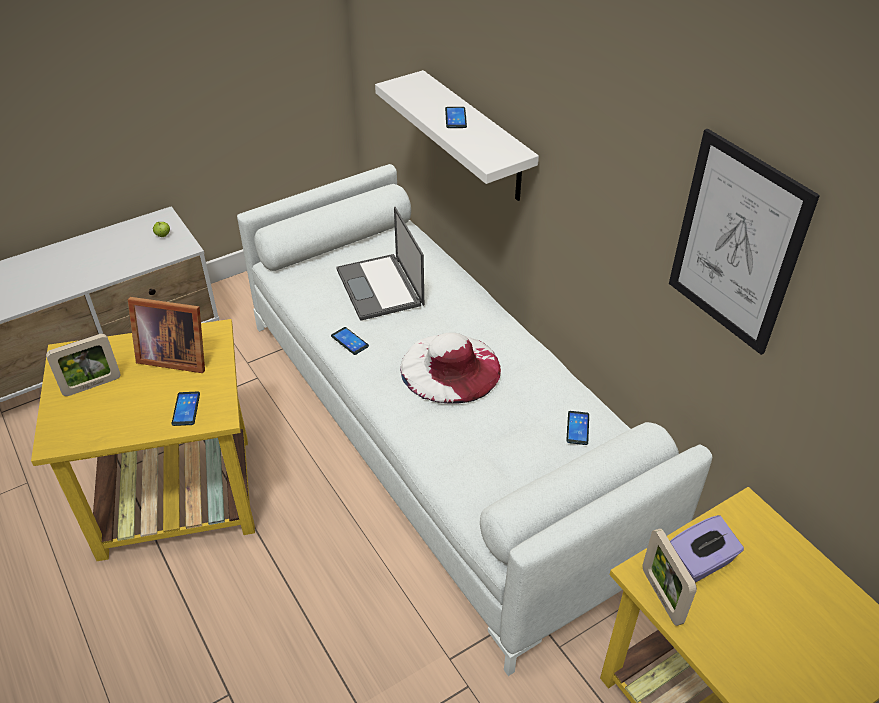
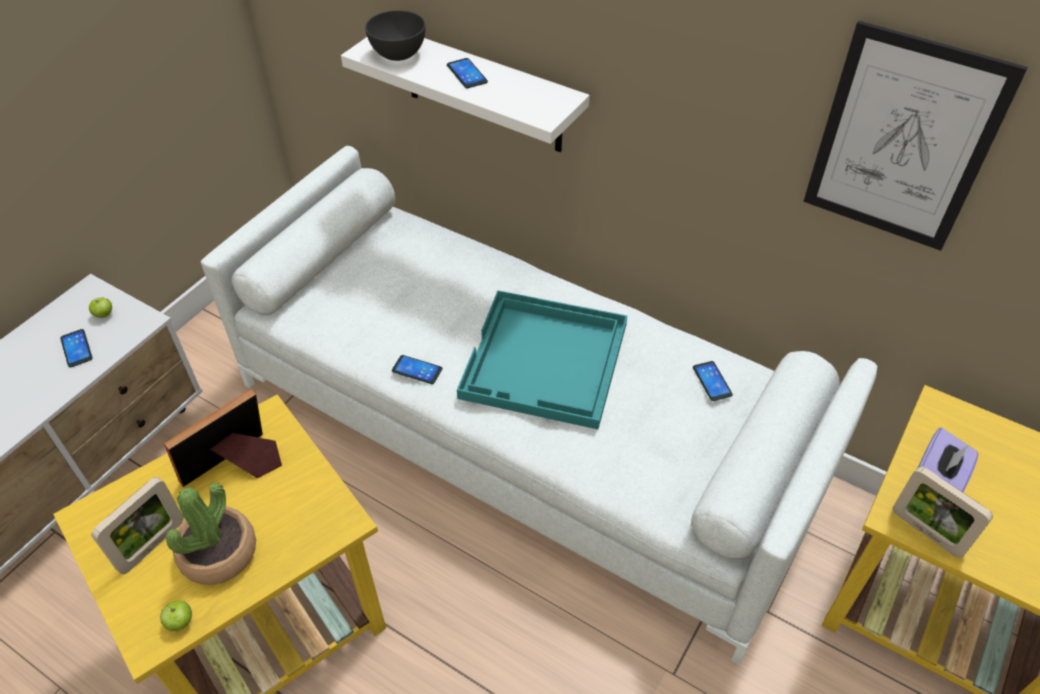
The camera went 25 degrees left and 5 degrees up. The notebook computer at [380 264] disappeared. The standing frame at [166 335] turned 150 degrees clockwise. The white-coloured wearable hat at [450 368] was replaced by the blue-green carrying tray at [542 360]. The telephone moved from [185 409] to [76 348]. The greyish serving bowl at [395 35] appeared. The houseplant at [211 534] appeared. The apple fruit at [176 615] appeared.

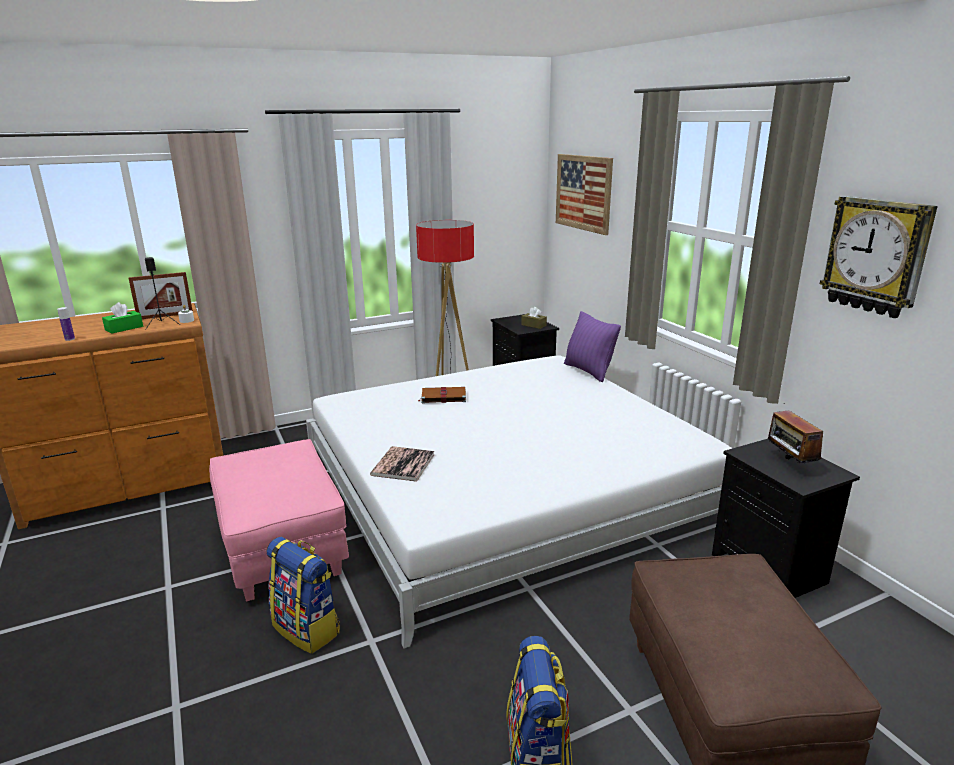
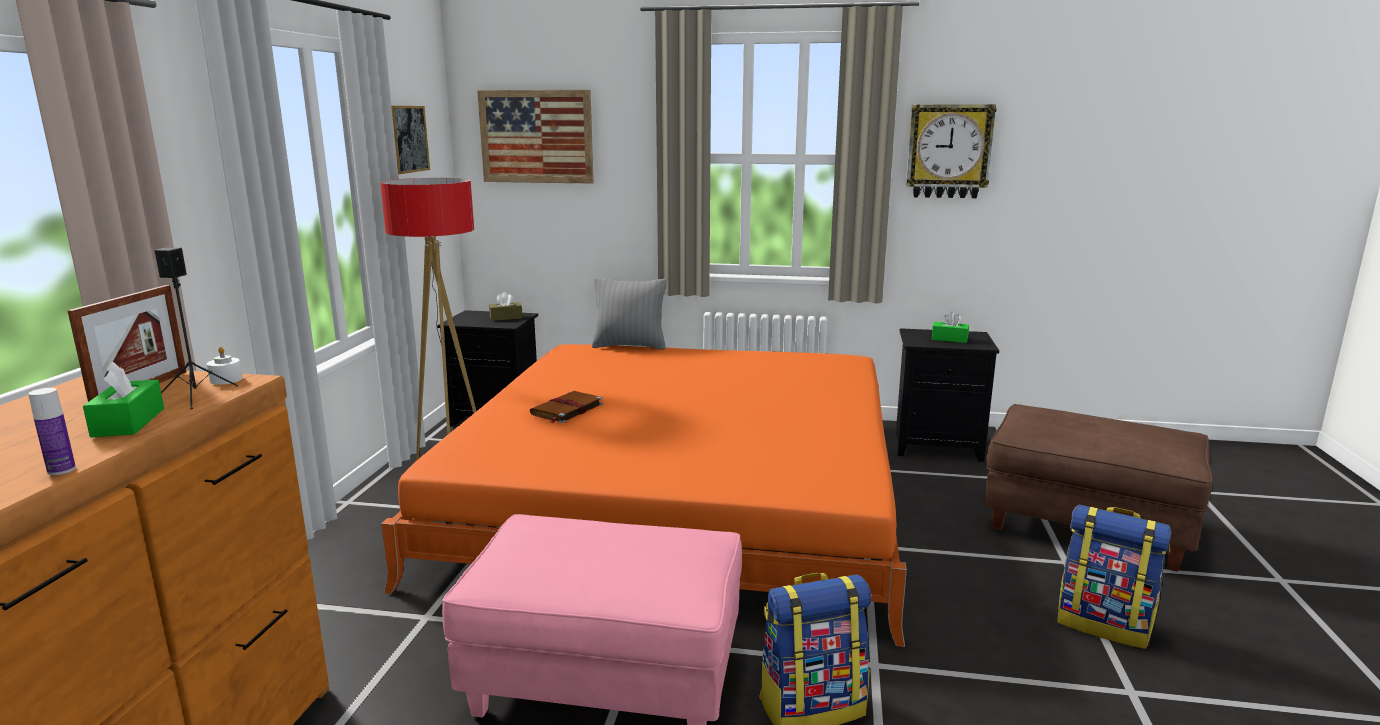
The camera went 55 degrees left and 5 degrees down. The purplish pillow at [592 346] became the greyish pillow at [629 314]. The white-coloured sleeping bed at [519 502] became the orangey sleeping bed at [644 495]. The radio receiver at [795 433] was replaced by the green-coloured tissue holder at [950 327]. The volume at [402 464] disappeared. The picture at [410 140] appeared.

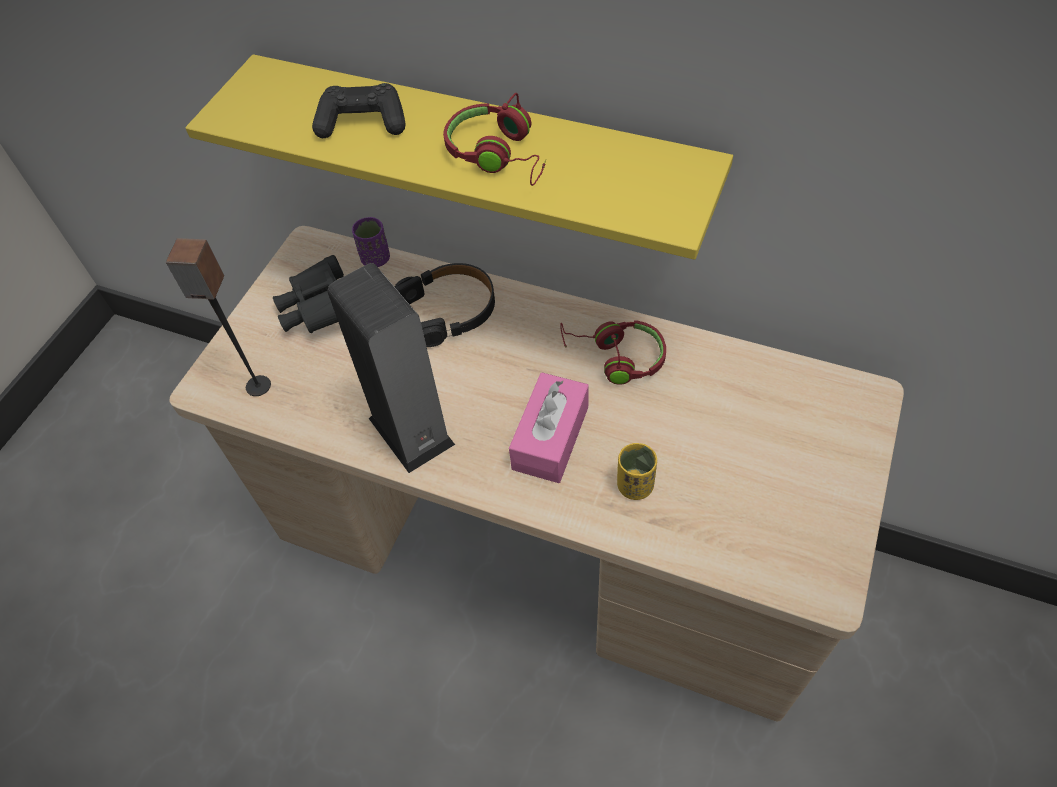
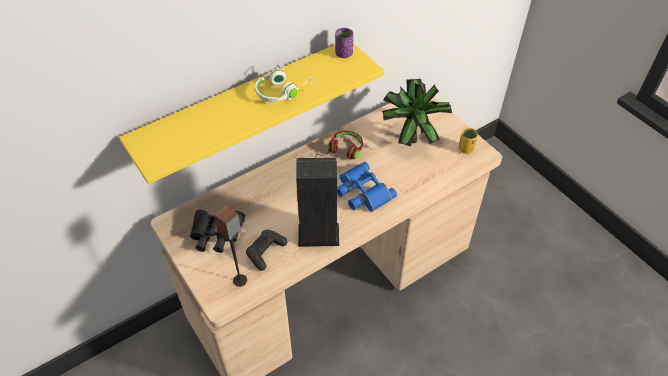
The camera went 60 degrees left and 5 degrees down. The blackish joypad moved from [359 110] to [266 250]. The reddish headset at [494 139] became the white-coloured headset at [286 82]. The purplish small cup moved from [371 242] to [344 43]. The blackish headset at [445 305] disappeared. The pink tissue holder at [549 428] was replaced by the blue-coloured pair of binoculars at [367 187]. The yellow small cup moved from [637 471] to [468 141]. The houseplant at [417 113] appeared.

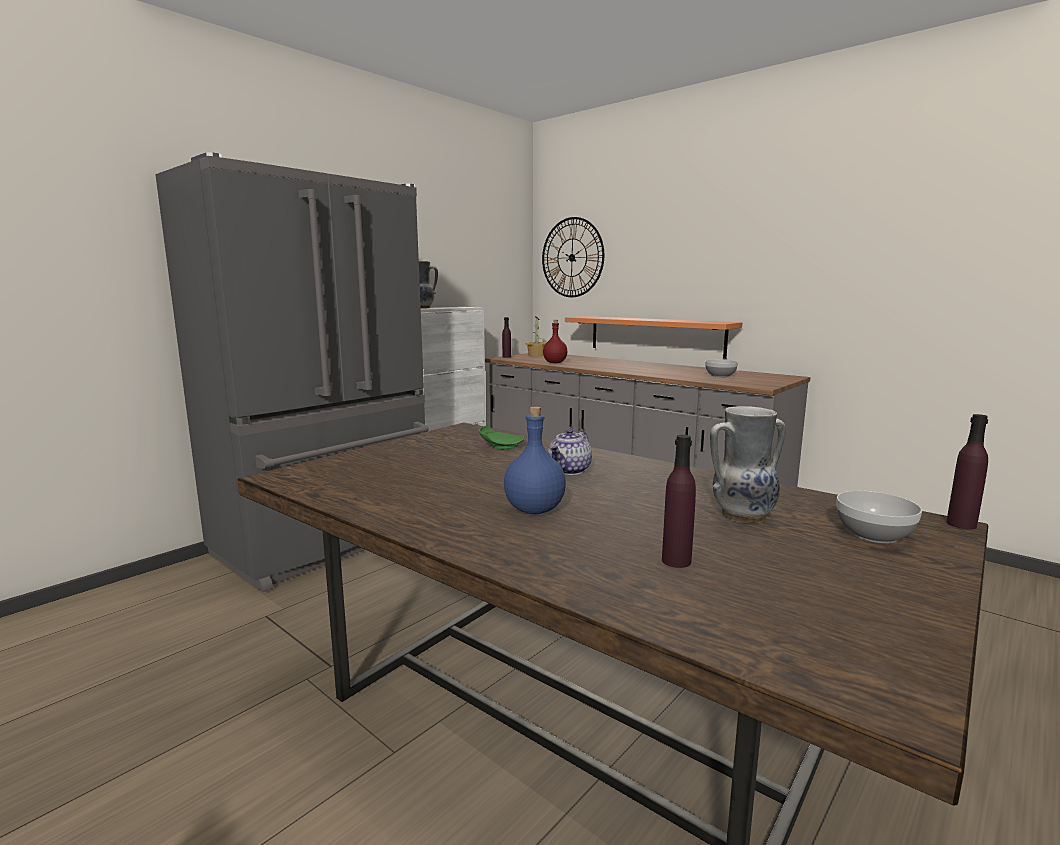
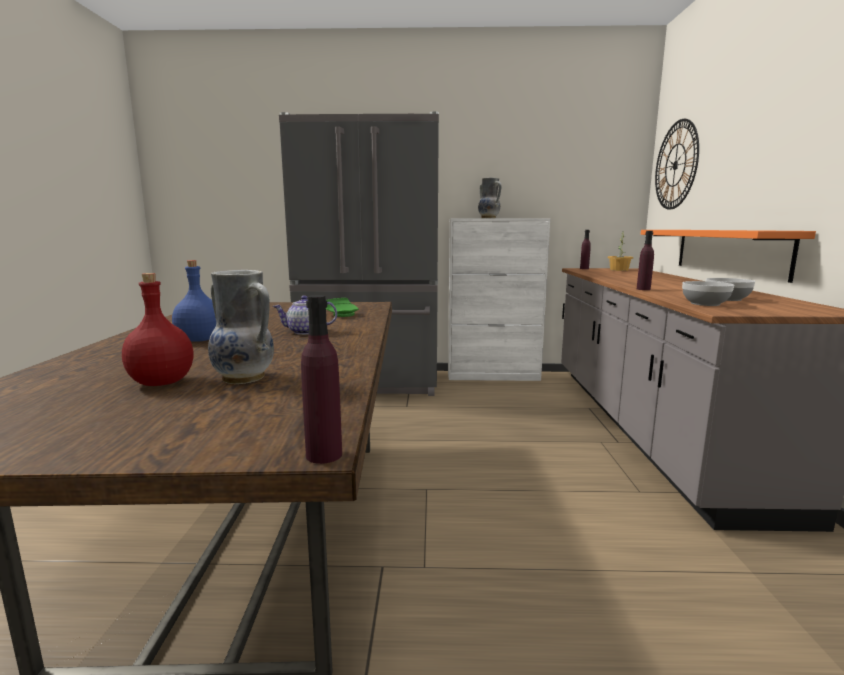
The camera went 50 degrees right and 0 degrees up. The reddish drink bottle moved from [555 341] to [157 329]. The purplish drink bottle moved from [679 501] to [645 260]. The serving bowl moved from [879 517] to [708 293].

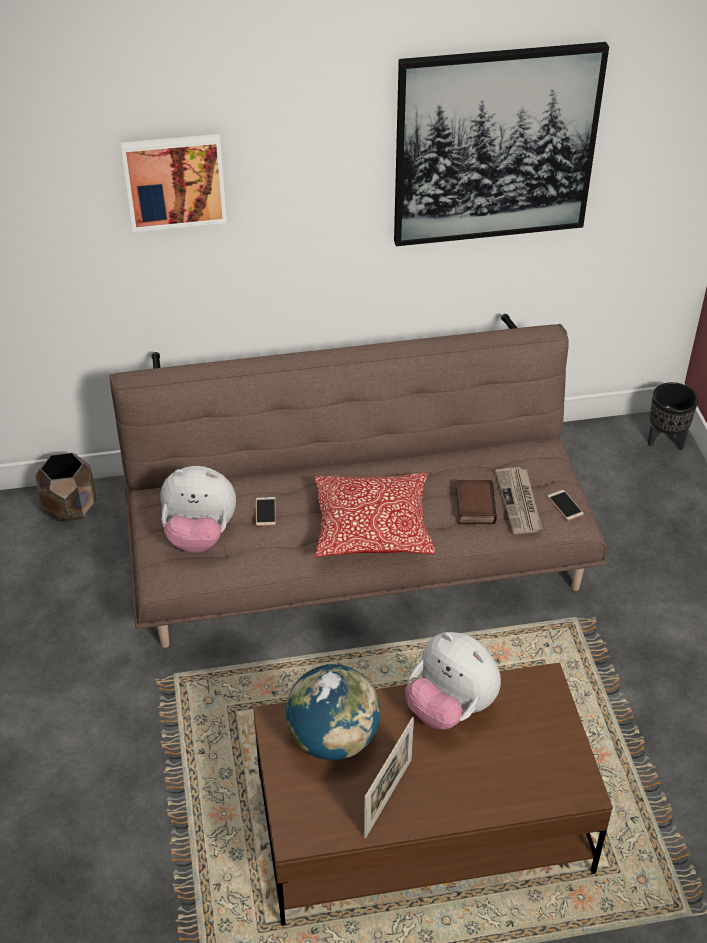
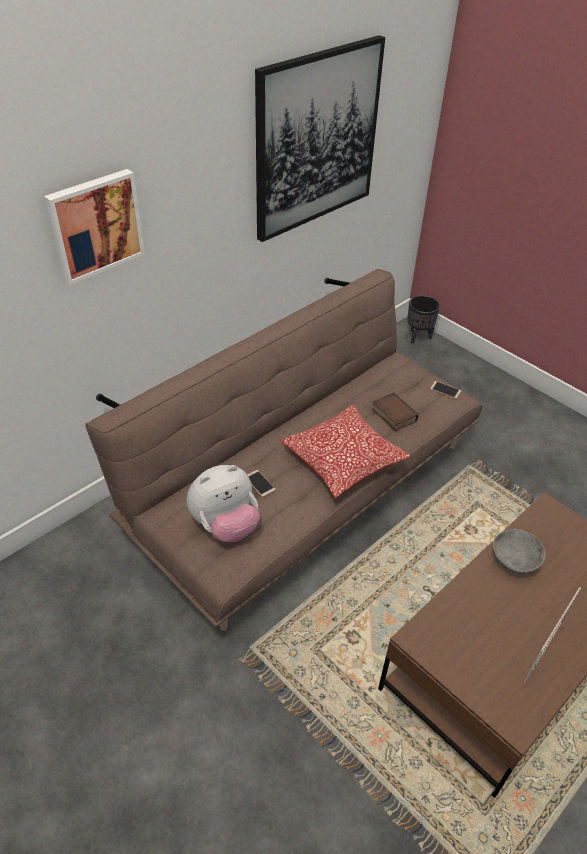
The camera went 35 degrees left and 0 degrees up. The brown-coloured plant pot at [65 487] disappeared. The printed paper at [518 500] disappeared. The plush toy at [453 680] was replaced by the greyish serving bowl at [519 551]. The globe at [333 712] disappeared. The standing frame at [389 777] turned 45 degrees clockwise.

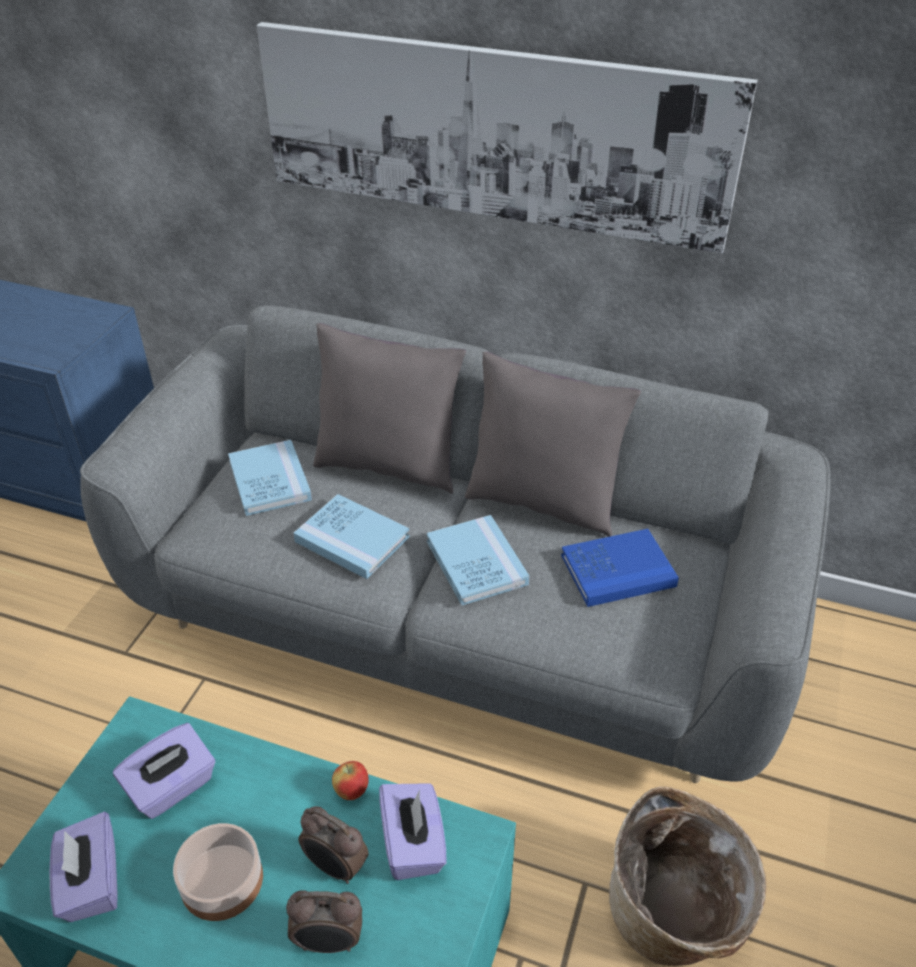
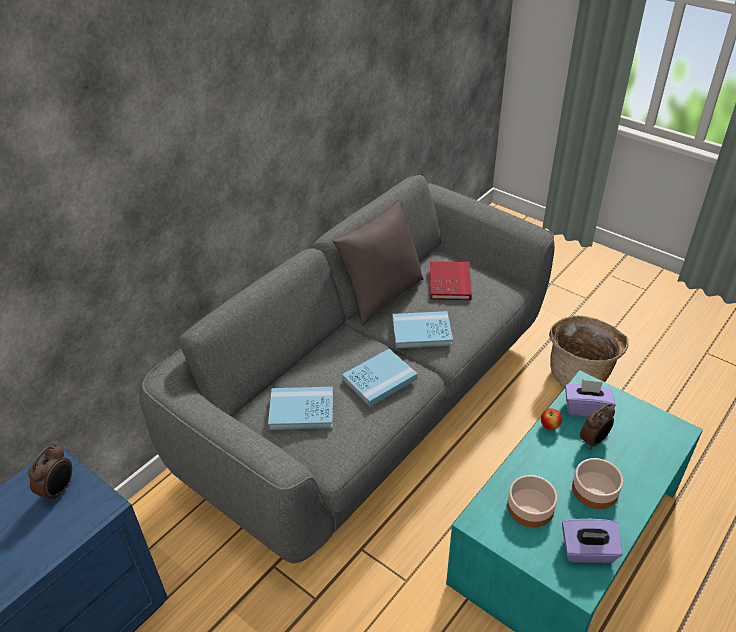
The camera went 70 degrees left and 0 degrees up. The picture at [507 138] disappeared. The greyish pillow at [389 408] disappeared. The blue-coloured volume at [620 568] became the reddish volume at [451 280]. The purplish tissue holder at [164 771] was replaced by the serving bowl at [532 501]. The bedside clock moved from [324 921] to [50 473].

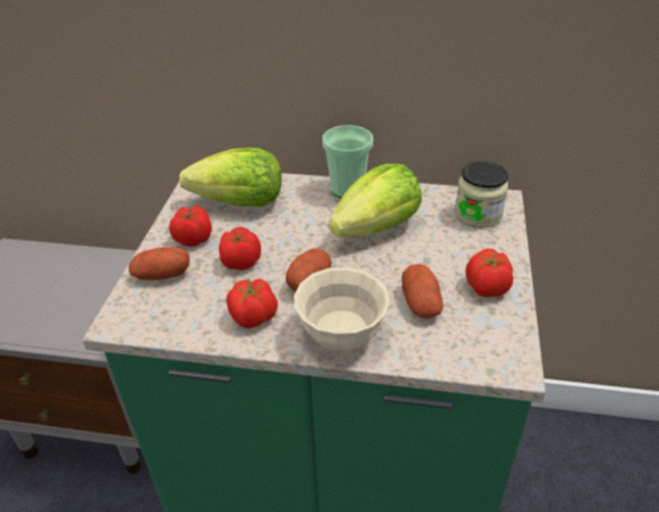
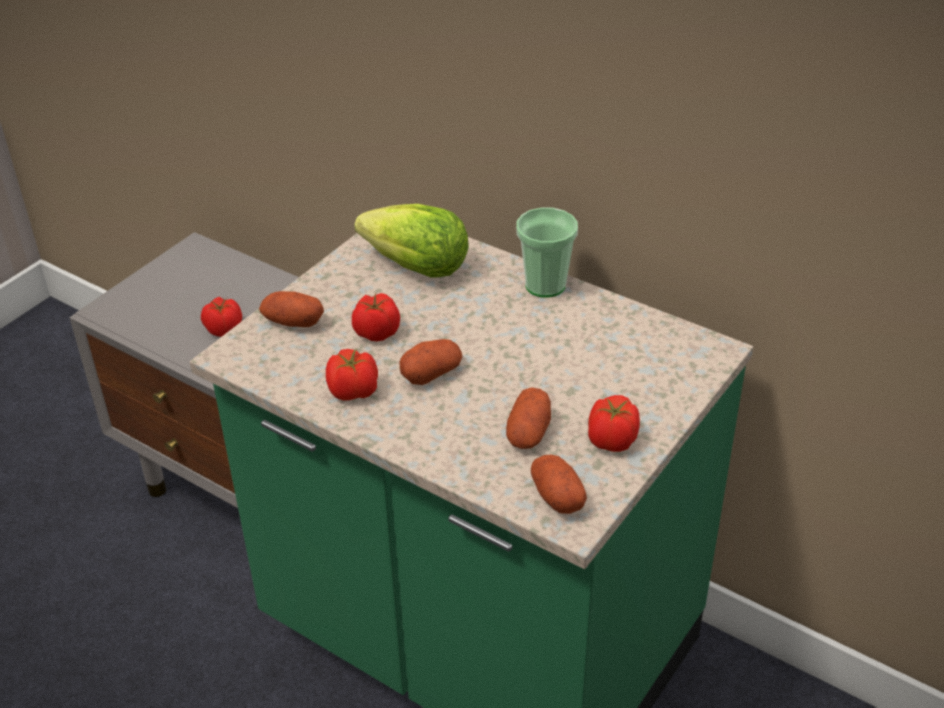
The camera went 25 degrees right and 0 degrees up. The jar at [481 194] disappeared. The lettuce at [375 200] disappeared. The fresh tomato moved from [190 226] to [221 317]. The beige-coloured serving bowl at [342 308] disappeared. The whole potato at [559 484] appeared.

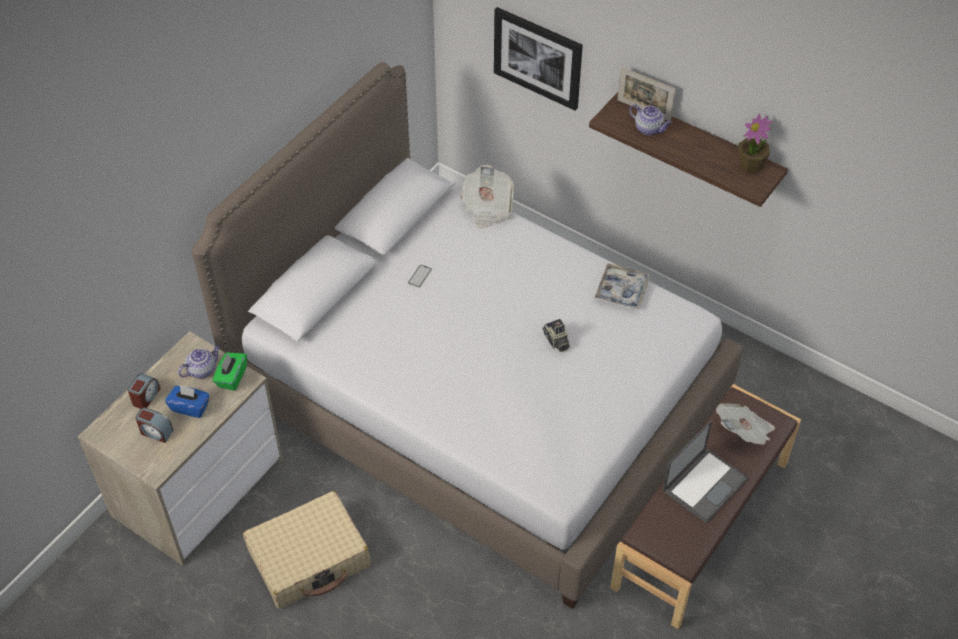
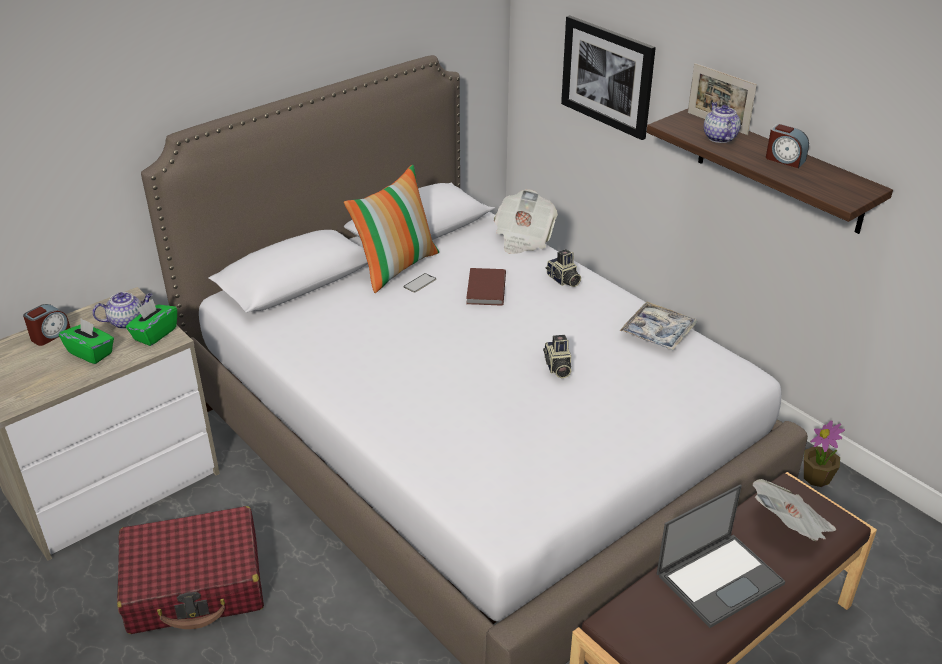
The camera went 15 degrees right and 15 degrees down. The tea pot at [650 119] turned 150 degrees counterclockwise. The houseplant moved from [755 143] to [824 453]. The blue-coloured tissue holder at [187 401] became the green-coloured tissue holder at [86 341]. The bedside clock moved from [154 425] to [787 146]. The beige-coloured suitcase at [307 550] became the reddish suitcase at [190 570]. The pillow at [391 229] appeared. The still camera at [563 268] appeared. The brown-coloured volume at [486 287] appeared.

